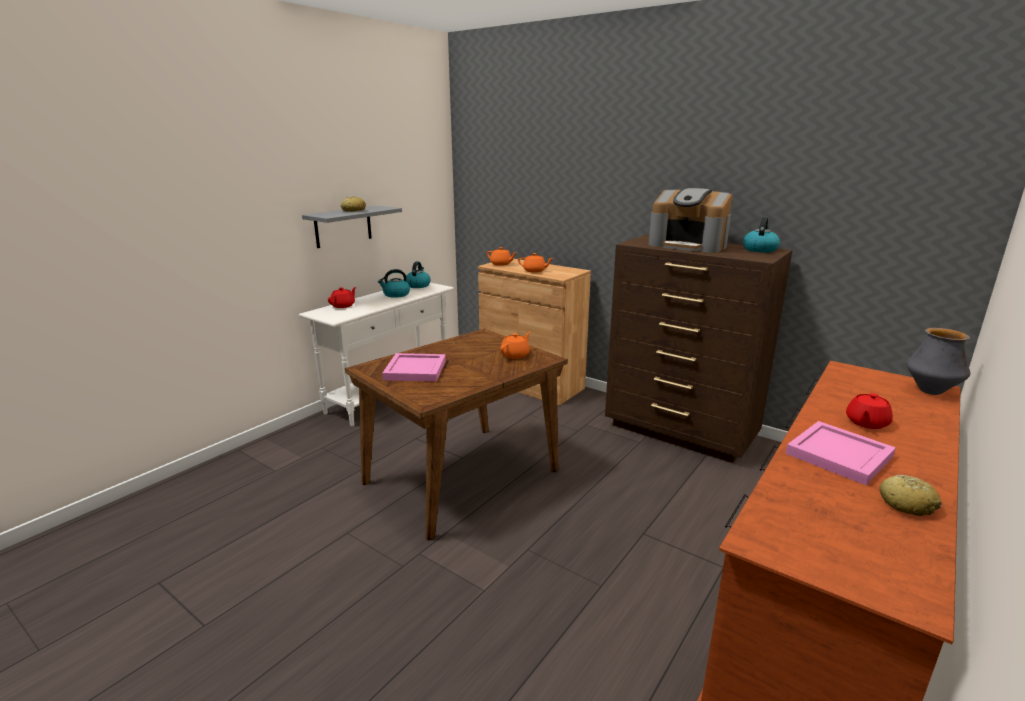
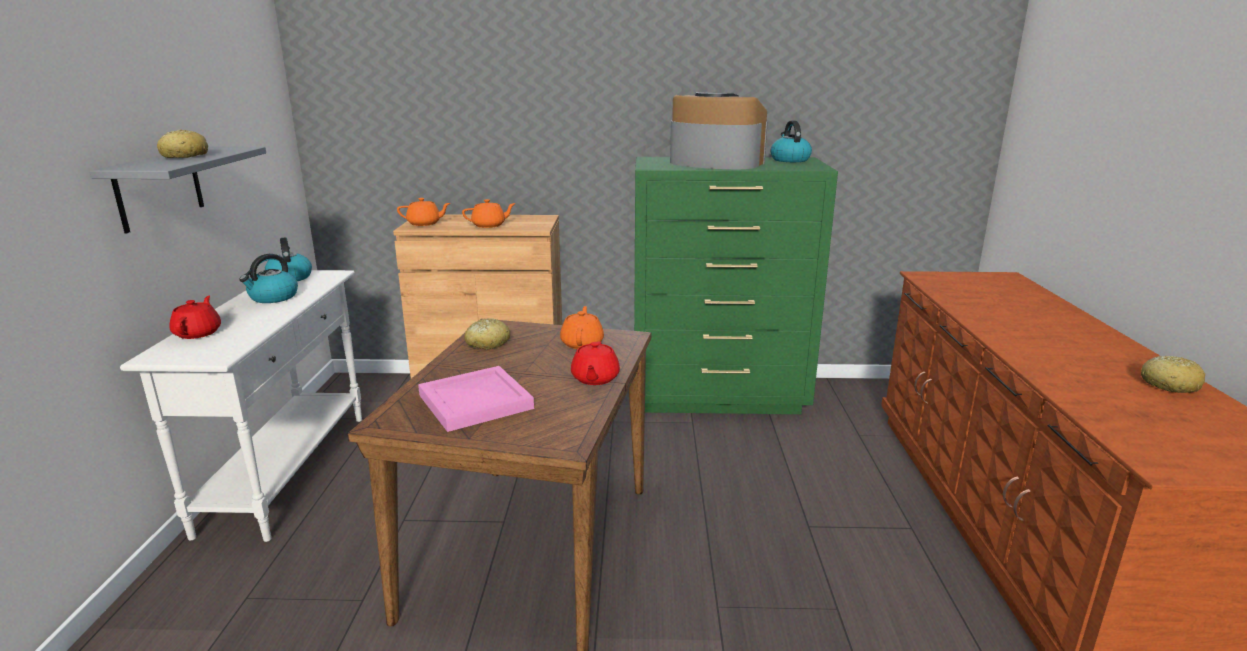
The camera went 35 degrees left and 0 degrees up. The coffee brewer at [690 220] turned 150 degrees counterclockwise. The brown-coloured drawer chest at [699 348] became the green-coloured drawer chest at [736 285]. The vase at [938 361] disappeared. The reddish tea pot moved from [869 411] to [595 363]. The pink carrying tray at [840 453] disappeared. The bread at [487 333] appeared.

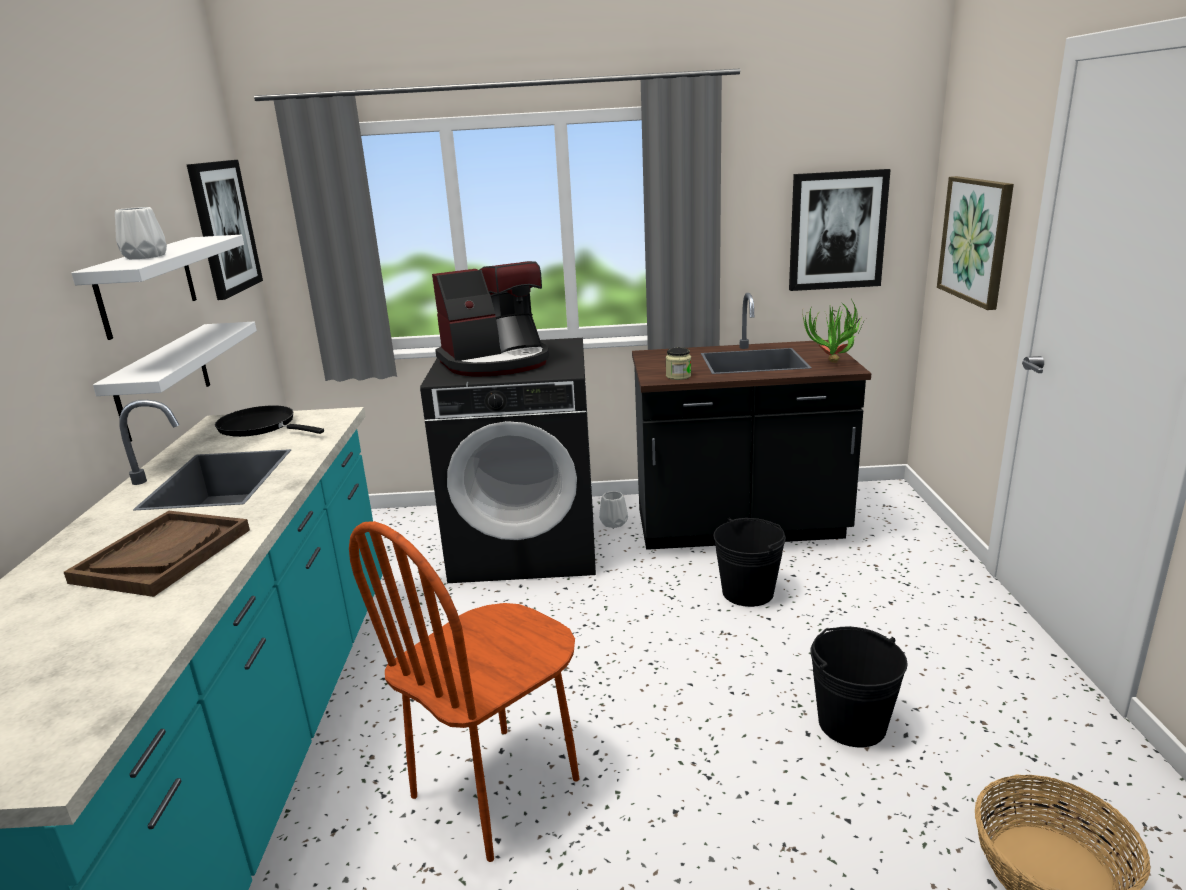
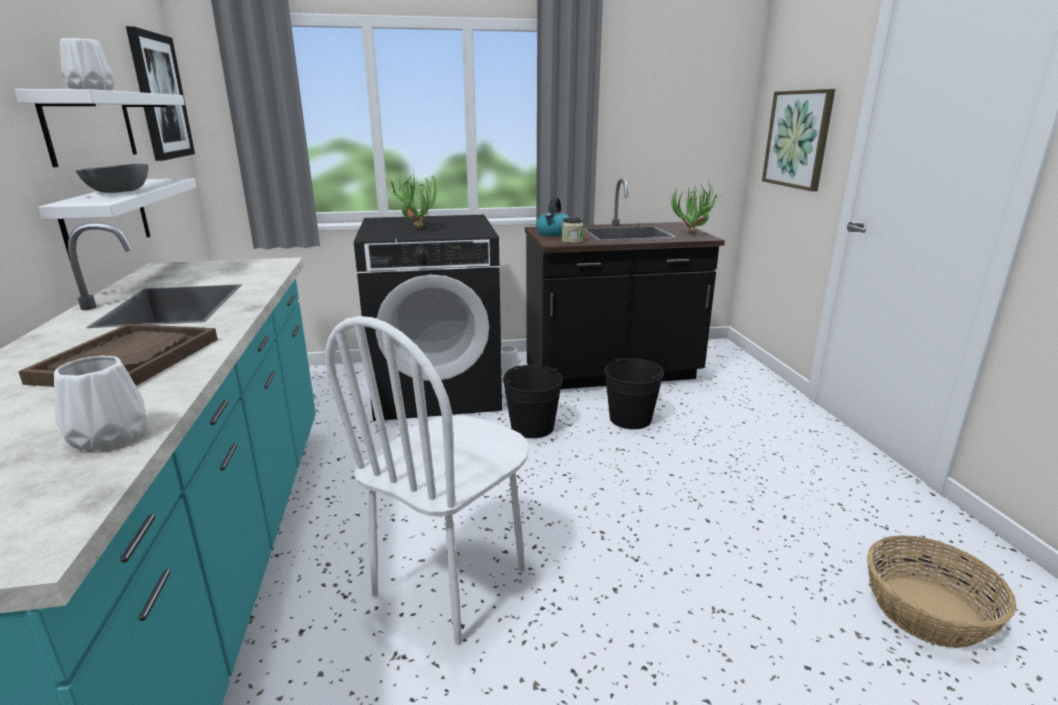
The camera went 10 degrees left and 0 degrees up. The picture at [840 230] disappeared. The coffee brewer at [490 319] was replaced by the houseplant at [414 200]. The blackish skillet at [269 421] disappeared. The brown-coloured chair at [464 691] became the white-coloured chair at [427 480]. The blackish bucket moved from [859 687] to [533 401]. The greyish serving bowl at [111 178] appeared. The kettle at [552 217] appeared. The white-coloured vase at [100 402] appeared.

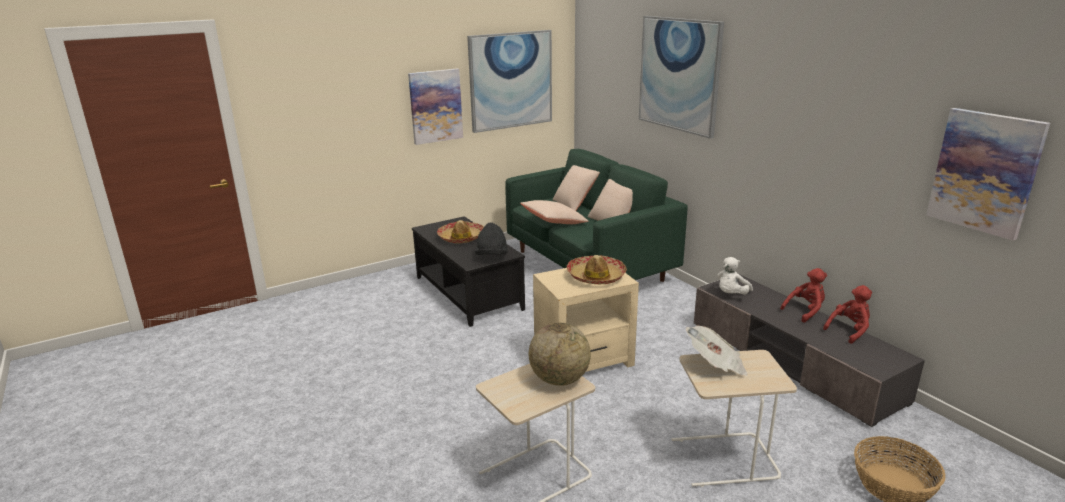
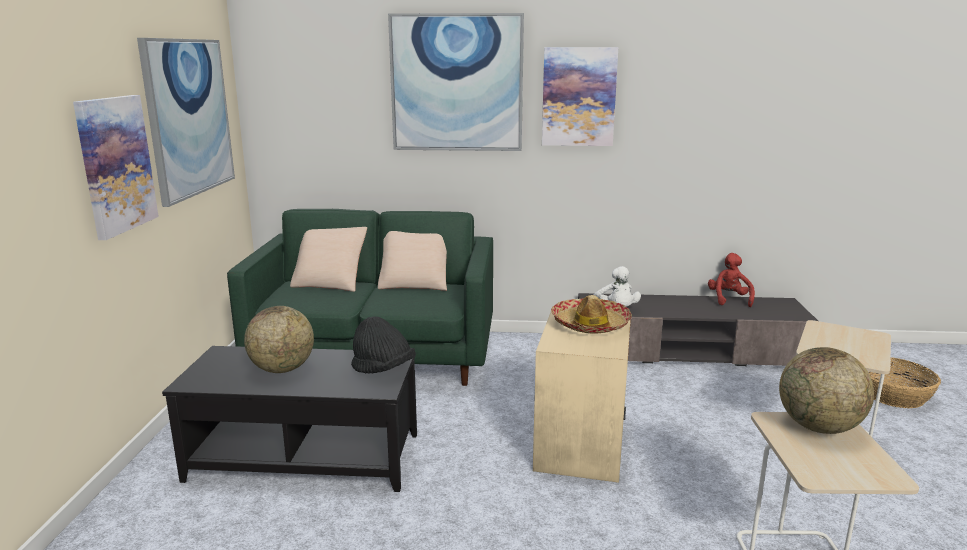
The camera went 55 degrees left and 5 degrees down. The picture moved from [988 174] to [580 96]. The beige-coloured pillow at [554 212] disappeared. The wearable hat at [460 231] was replaced by the globe at [279 339]. The reddish plush toy at [803 295] disappeared. The printed paper at [717 351] disappeared.

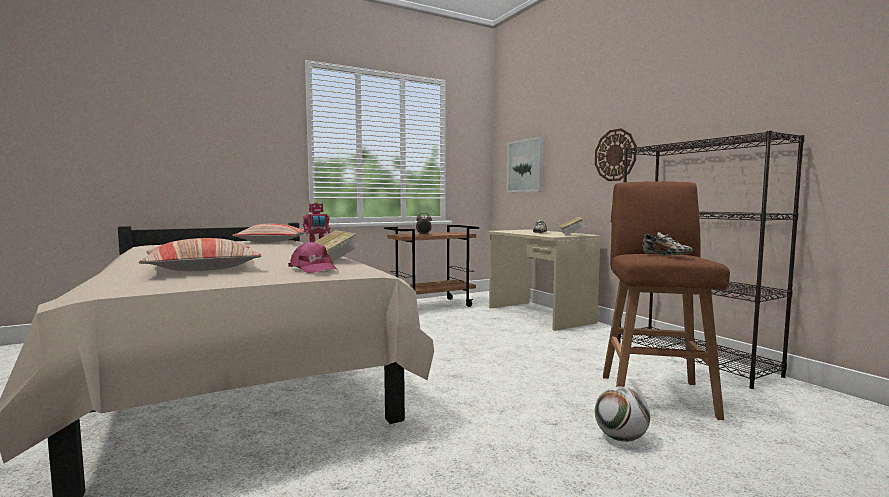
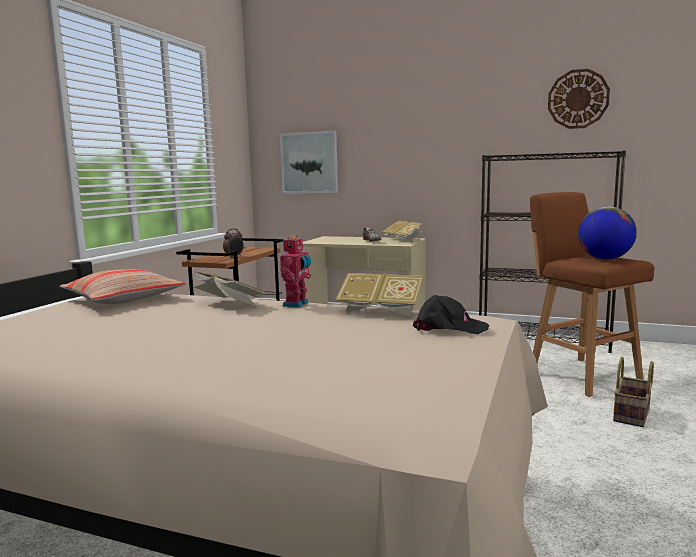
The camera went 40 degrees left and 5 degrees up. The hanging clock moved from [616 154] to [579 99]. The low shoe at [667 244] was replaced by the globe at [607 233]. The pillow at [200 254] disappeared. The pink peaked cap at [313 257] became the blackish peaked cap at [451 314]. The ball for football at [622 414] was replaced by the household basket at [633 392]. The volume at [230 289] appeared.

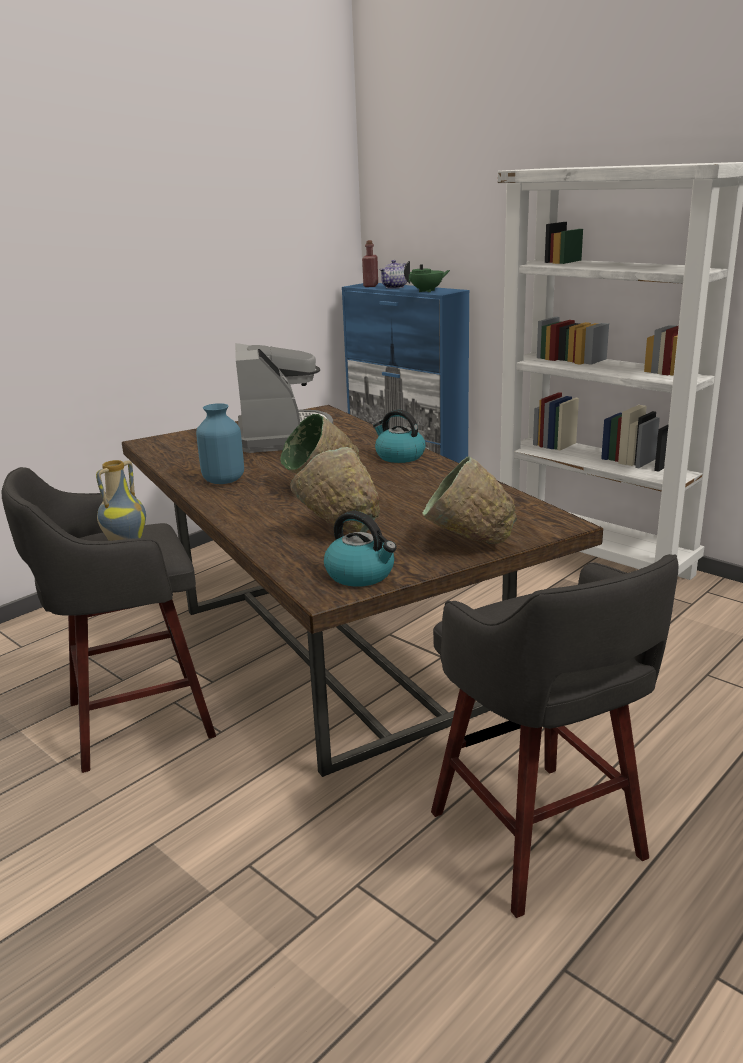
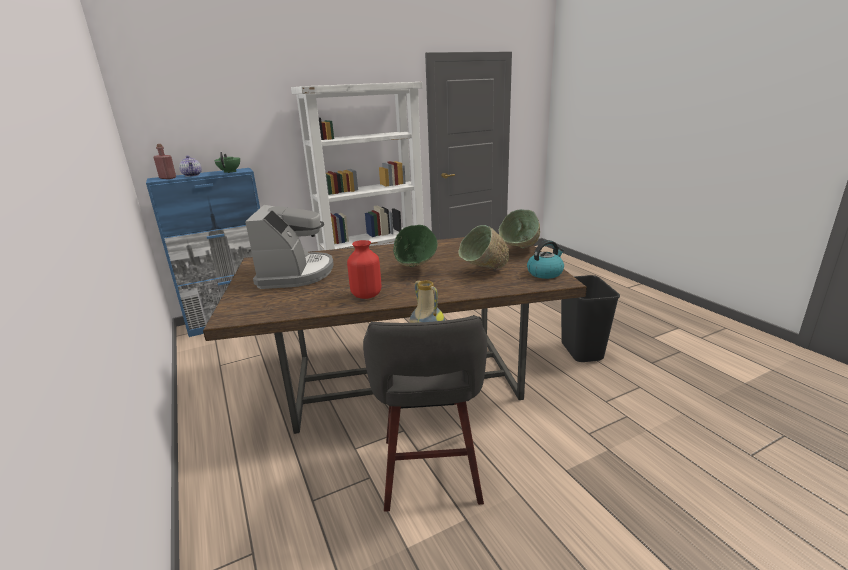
The camera went 70 degrees left and 0 degrees up. The coffee brewer at [284 398] turned 75 degrees clockwise. The blue-coloured vase at [220 443] became the reddish vase at [364 269]. The kettle at [399 436] disappeared. The greyish stool seat at [554 736] was replaced by the blackish waste bin at [590 318].

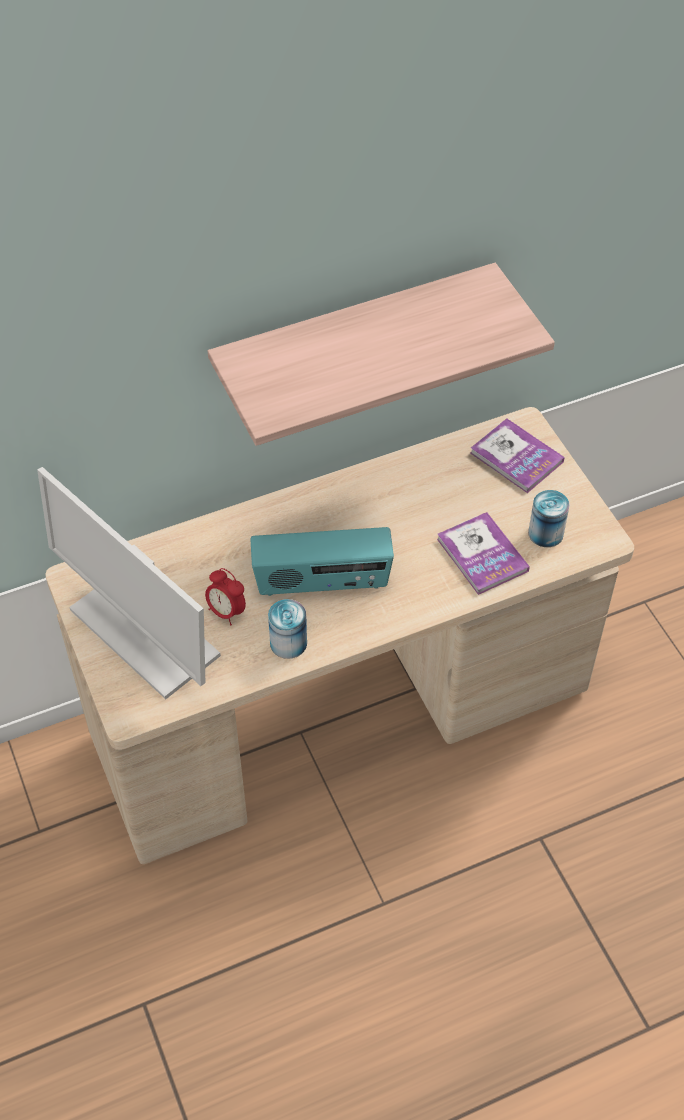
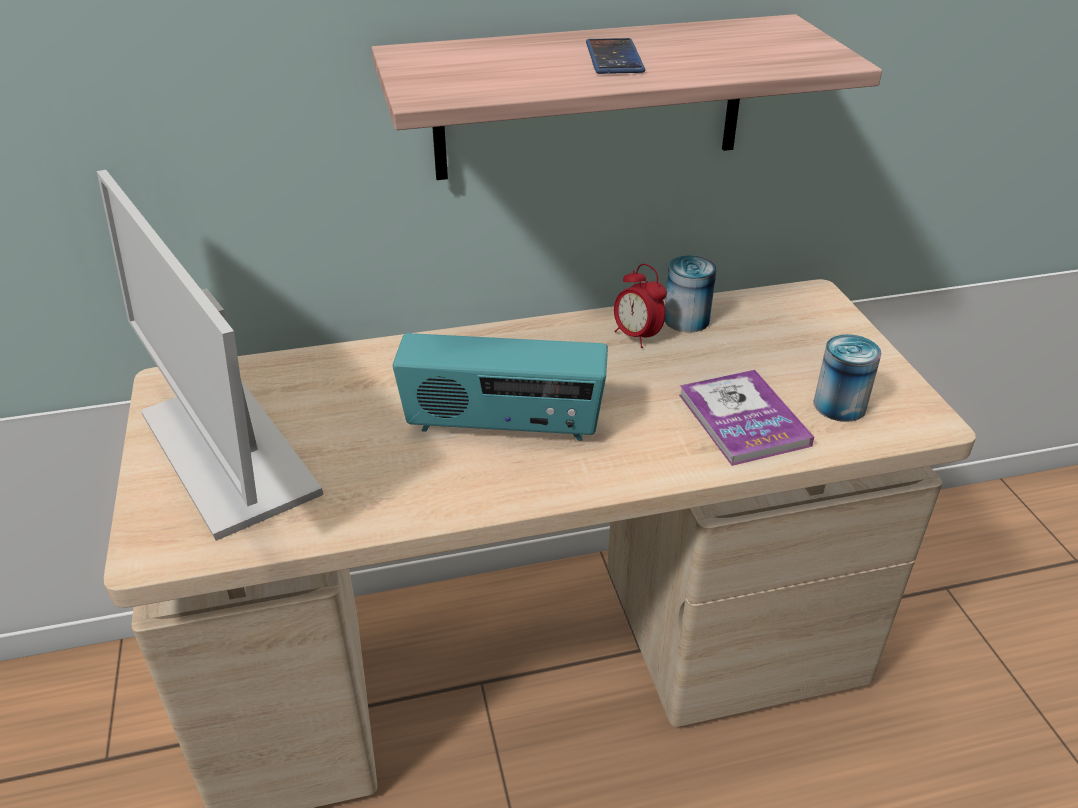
The camera went 10 degrees right and 15 degrees down. The volume at [517 455] disappeared. The bedside clock moved from [225 596] to [640 306]. The can moved from [287 629] to [691 294]. The telephone at [615 56] appeared.

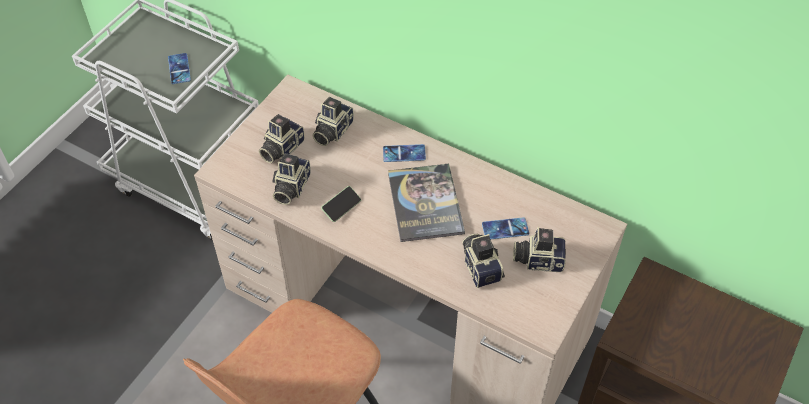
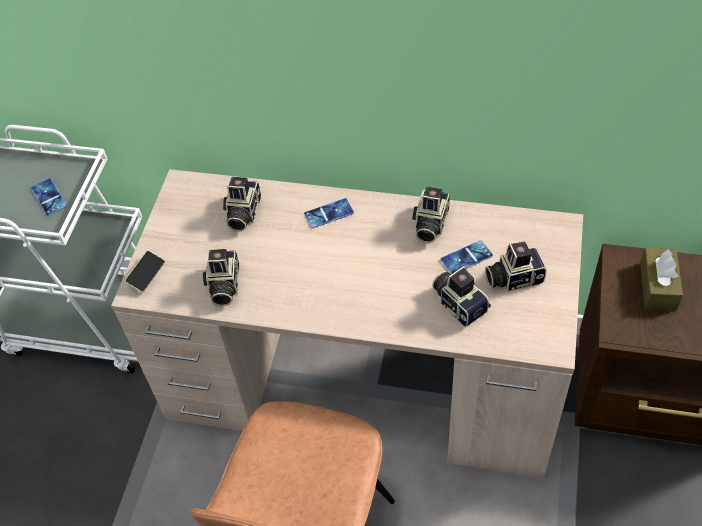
The camera went 15 degrees left and 0 degrees up. The still camera moved from [282 138] to [431 215]. The volume at [426 203] disappeared. The telephone moved from [341 204] to [145 271]. The brown-coloured tissue holder at [661 278] appeared.

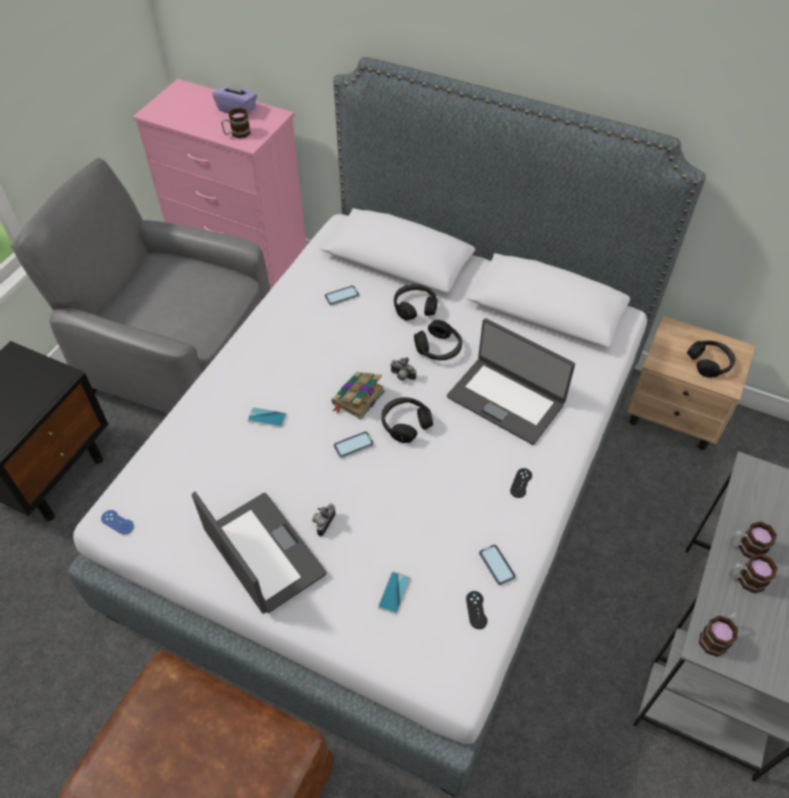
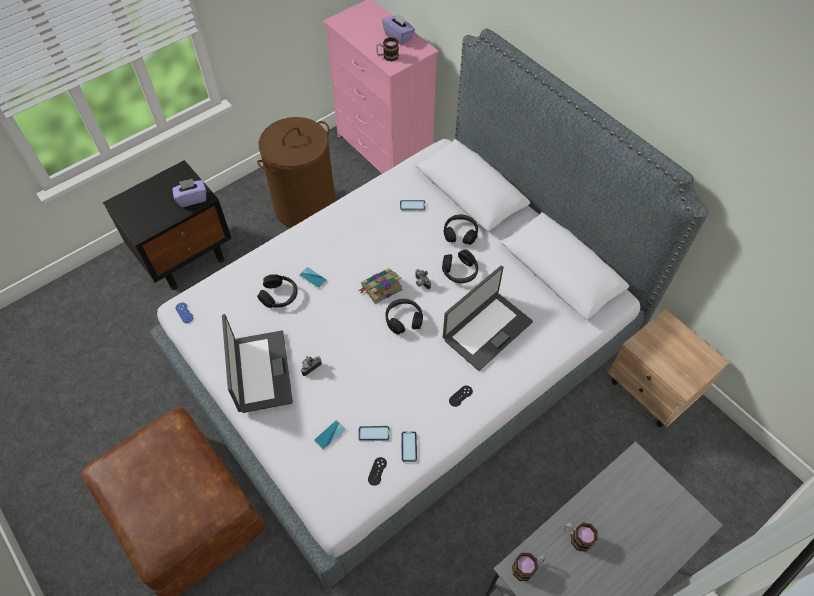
The camera went 25 degrees right and 5 degrees up. The greyish lounge chair at [140 285] was replaced by the brown-coloured laundry basket at [296 172]. The notebook computer at [511 381] turned 105 degrees counterclockwise. The blackish headset moved from [711 359] to [277 291]. The telephone moved from [354 444] to [374 433]. The mug at [753 539] disappeared. The purplish tissue holder at [189 193] appeared.

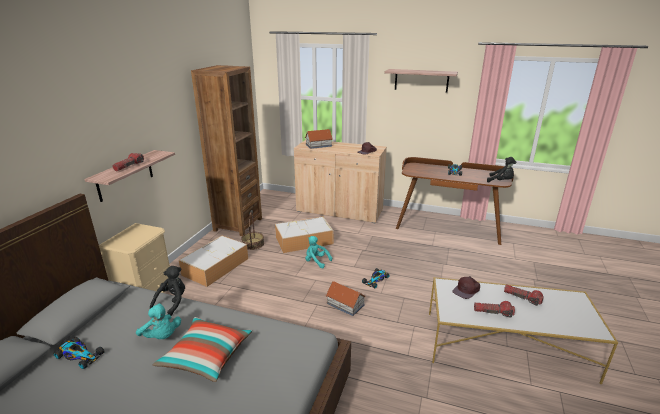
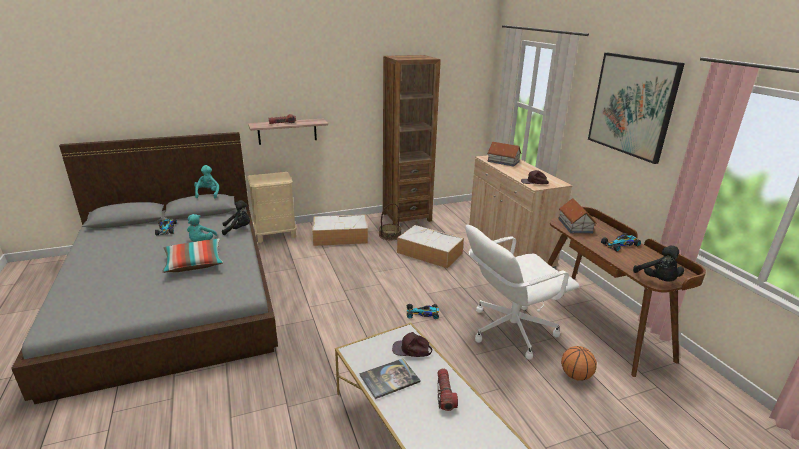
The camera went 50 degrees right and 0 degrees up. The bracket shelf at [421 80] was replaced by the picture at [636 108]. The blue-green plush toy moved from [318 252] to [206 181]. The toy house moved from [346 298] to [577 216]. The hand torch at [494 309] was replaced by the volume at [389 378]. The white-coloured computer chair at [522 292] appeared. The ball for basketball at [579 363] appeared.

